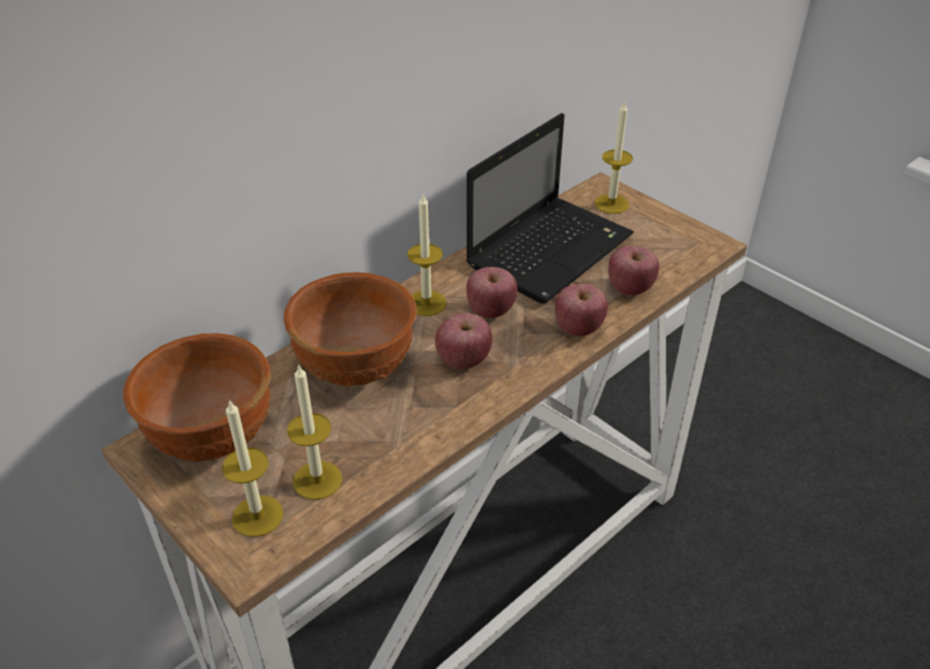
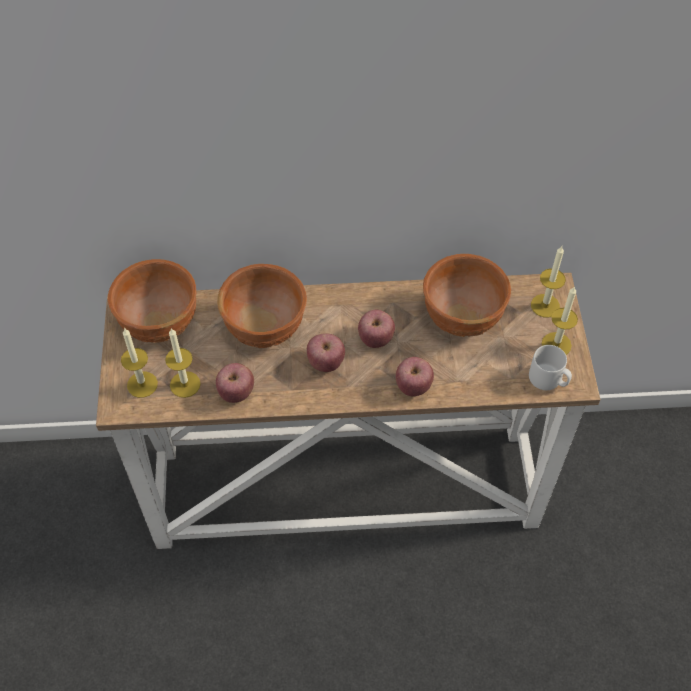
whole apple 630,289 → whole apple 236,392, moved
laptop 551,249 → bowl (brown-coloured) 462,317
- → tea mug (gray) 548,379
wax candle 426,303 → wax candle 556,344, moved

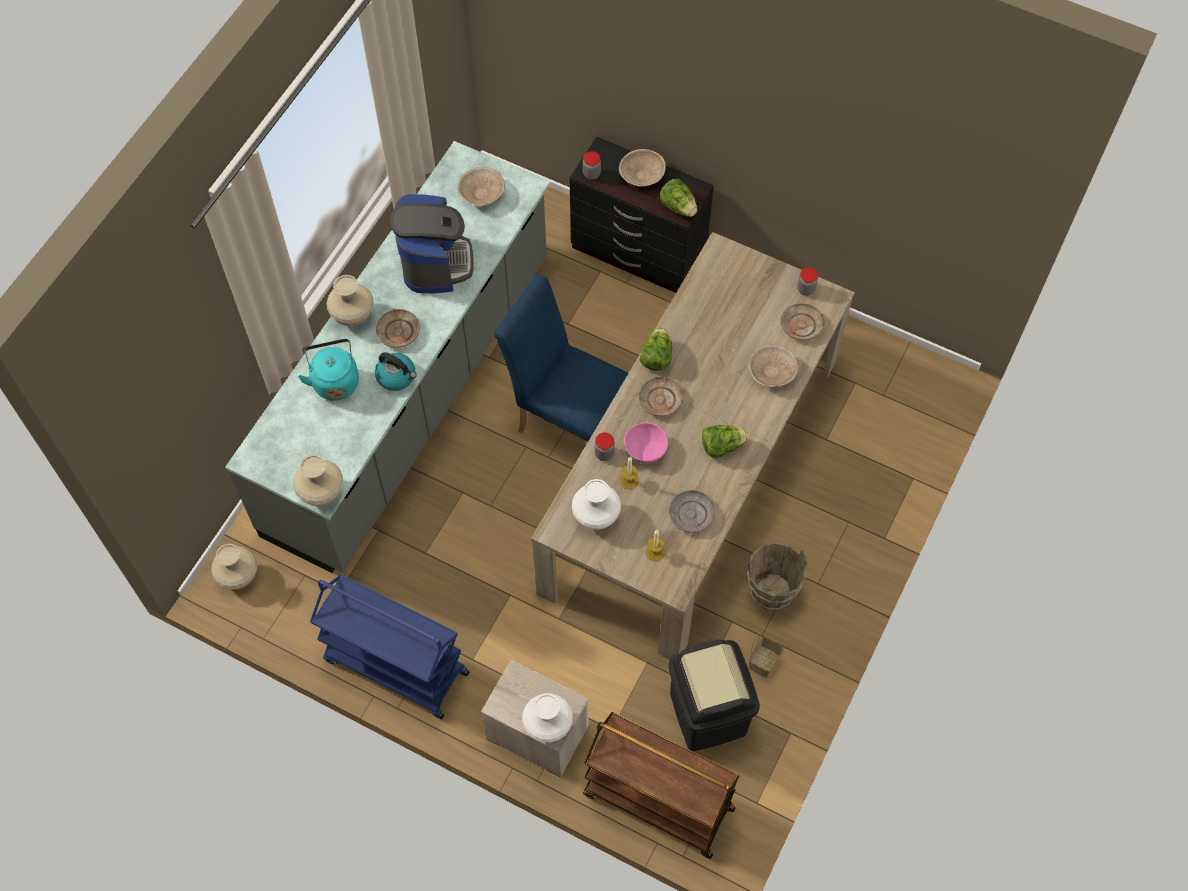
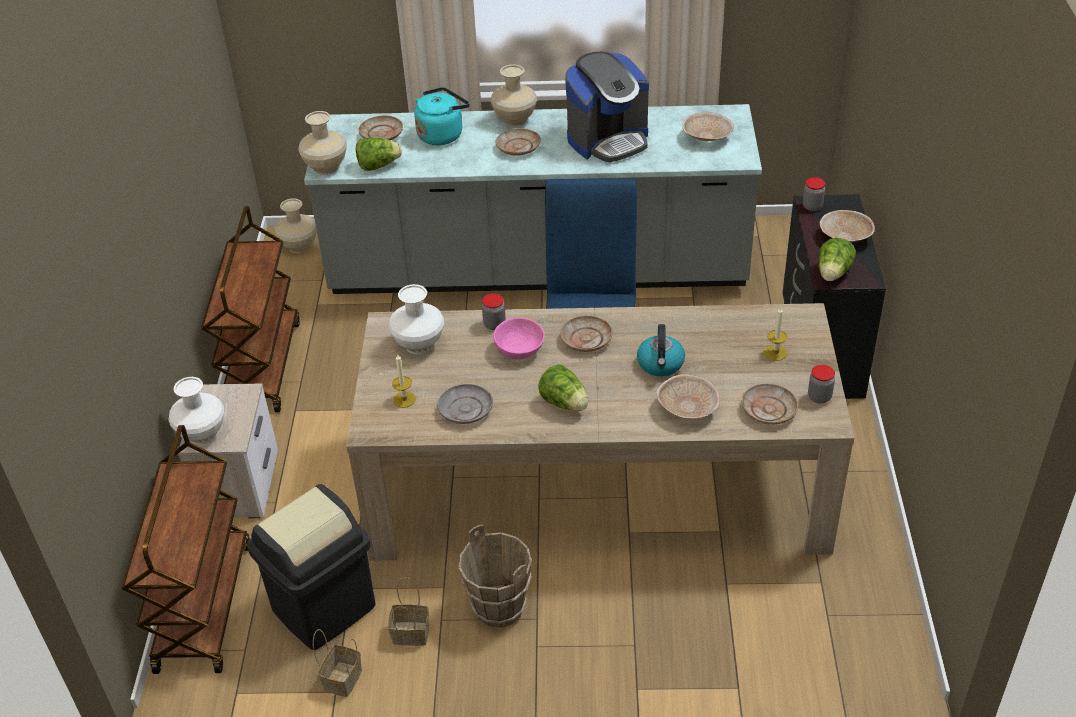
trolley (blue) 395,666 → trolley (brown-coloured) 262,365
- → household basket 342,678
lettuce 656,357 → lettuce 378,166, moved
- → flat dish (beige) 382,135
water kettle 397,376 → water kettle 661,364, moved
wax candle 629,480 → wax candle 775,353, moved

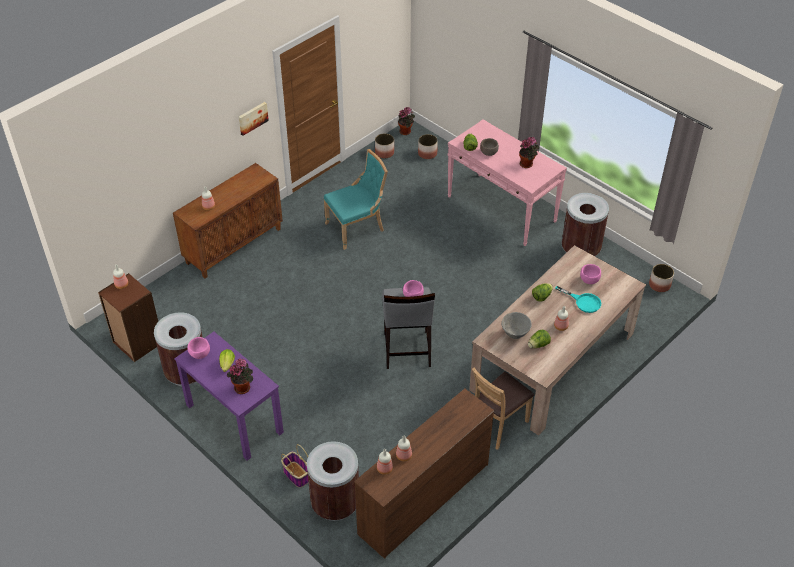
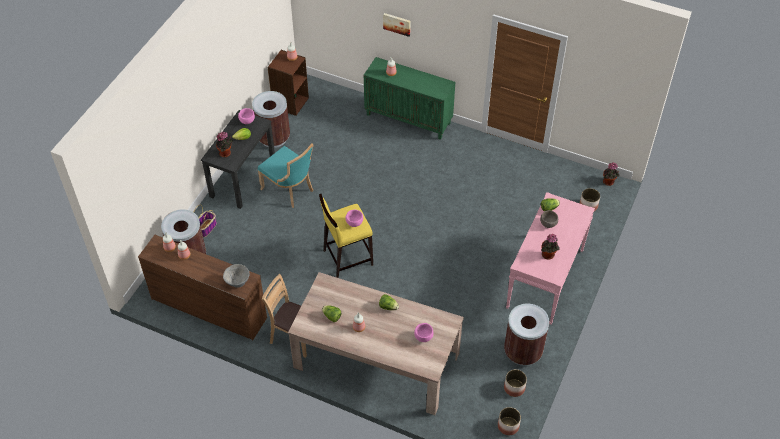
desk (purplish) 234,418 → desk (black-coloured) 243,177
bowl (gray) 515,334 → bowl (gray) 237,283, moved
plain chair (turquoise-coloured) 357,228 → plain chair (turquoise-coloured) 290,190, moved
stool seat (gray) 406,350 → stool seat (yellowish) 347,257
cupboard (brown-coloured) 234,245 → cupboard (green) 409,119
wall picture 252,118 → wall picture 397,24, moved
planter 384,153 → planter 514,388, moved
skillet (turquoise-coloured) 583,302 → -

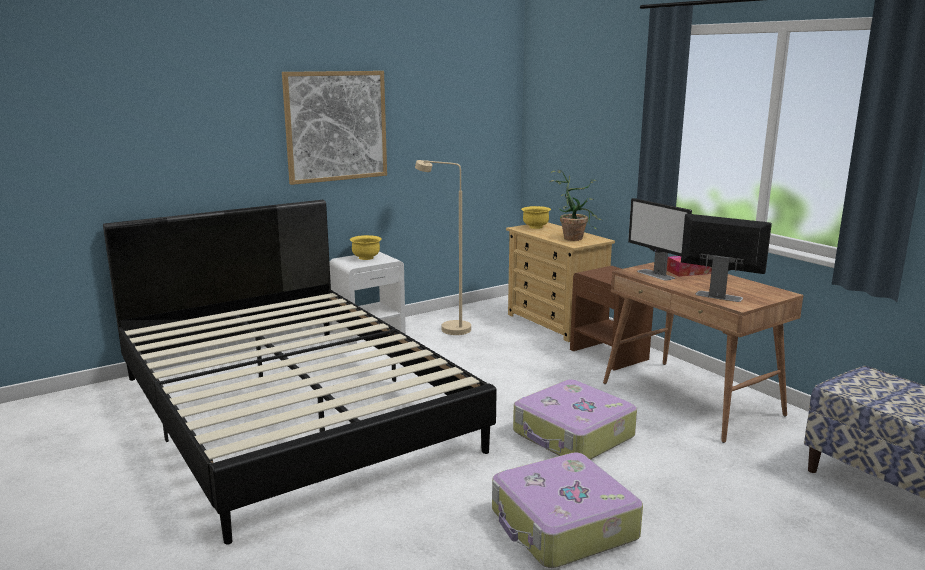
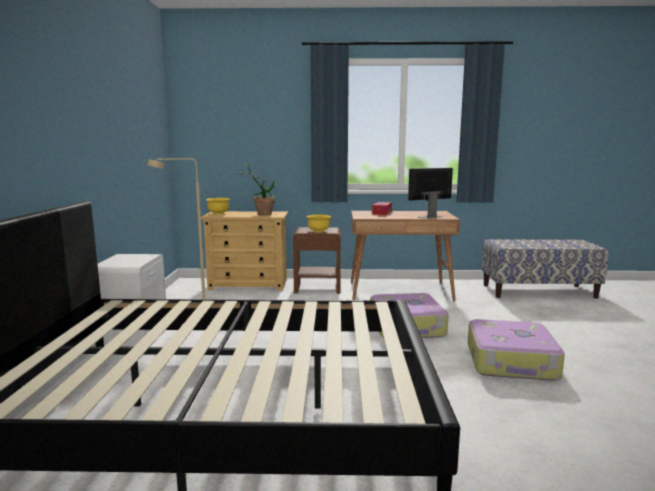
bowl (yellowish) 366,258 → bowl (yellowish) 319,231, moved
wall picture 336,126 → -
computer screen 656,275 → -

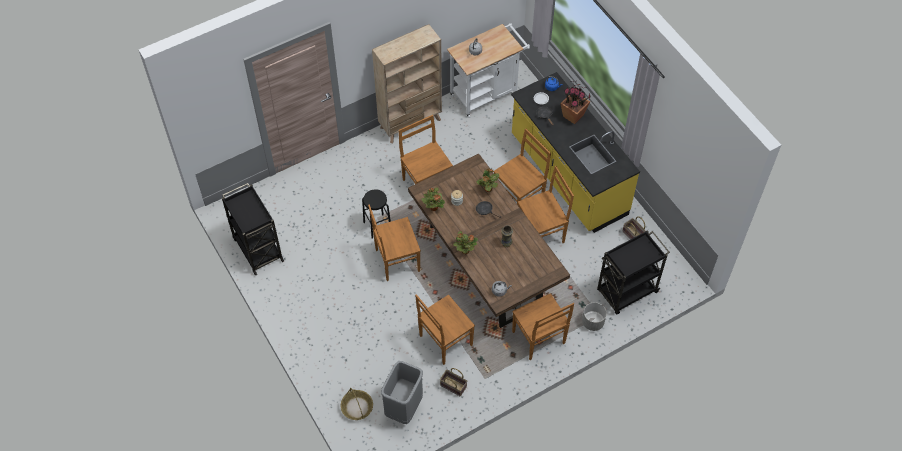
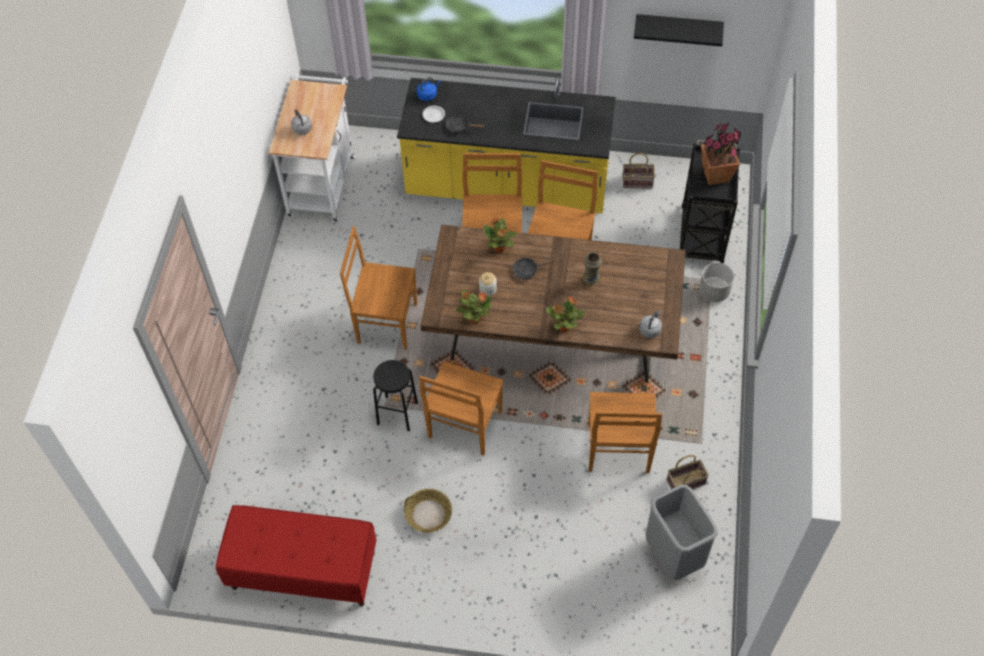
trolley (black-coloured) 257,249 → bench (reddish) 303,570
household basket 357,407 → household basket 428,514, moved
- → bracket shelf (black-coloured) 678,29
potted plant 573,116 → potted plant 716,175, moved
bookcase (beige) 411,123 → -
plain chair (brown-coloured) 539,339 → -

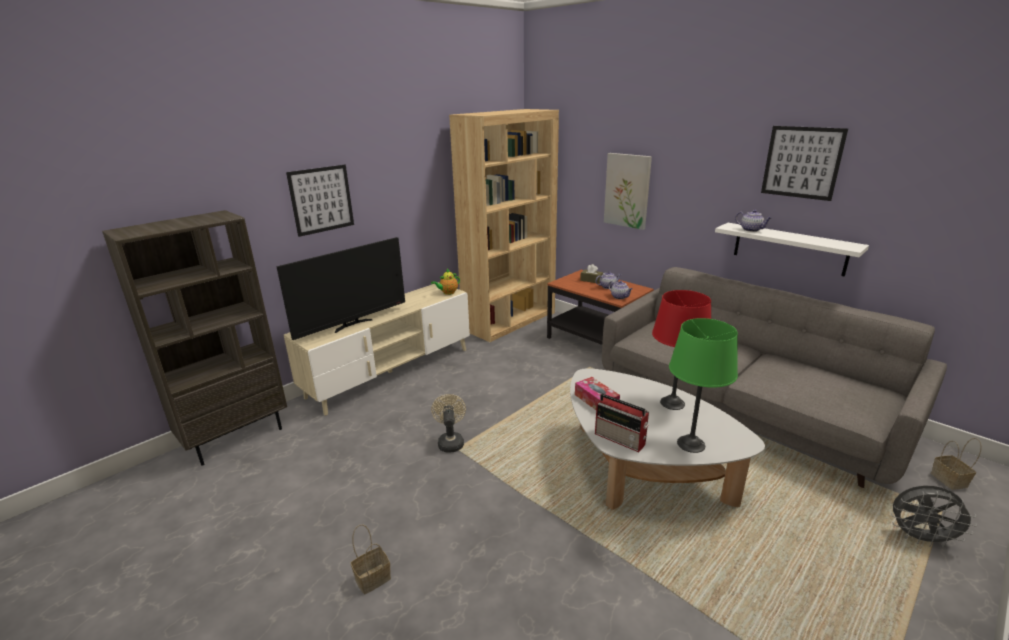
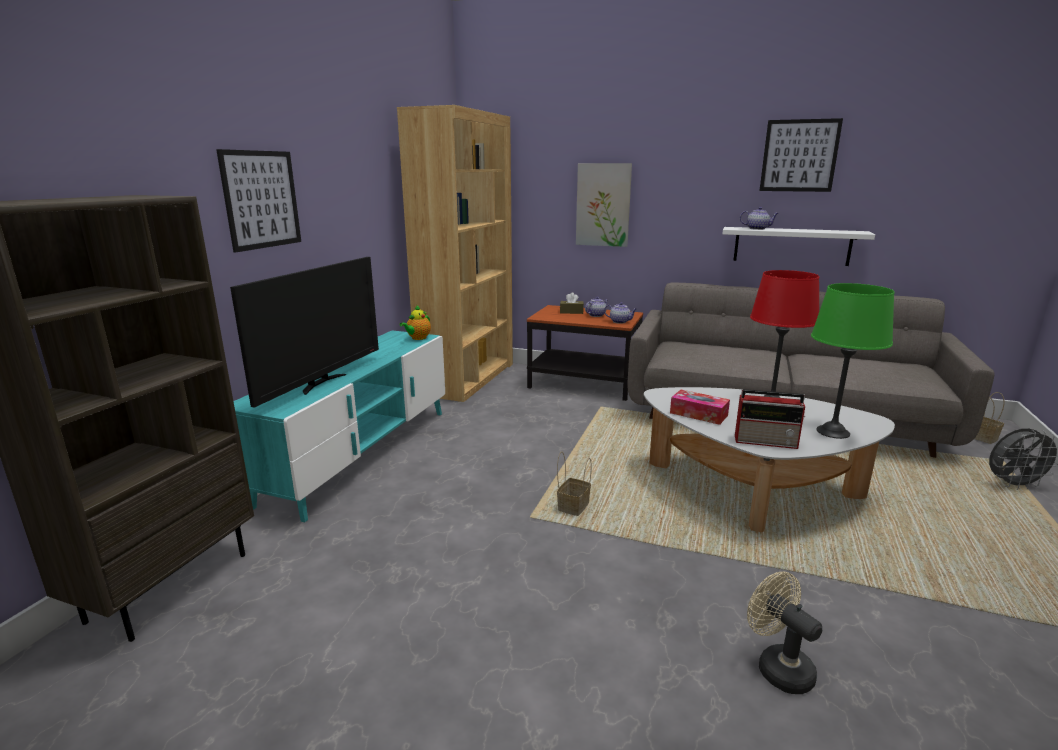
tv stand (beige) 391,372 → tv stand (turquoise-coloured) 360,454
household basket 373,577 → household basket 573,506, moved
cooling fan (beige) 450,441 → cooling fan (beige) 777,666, moved

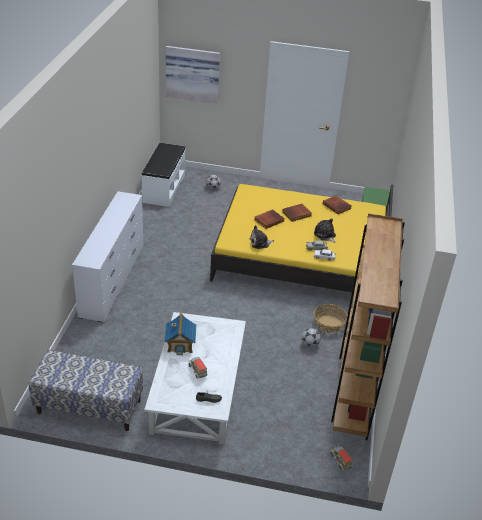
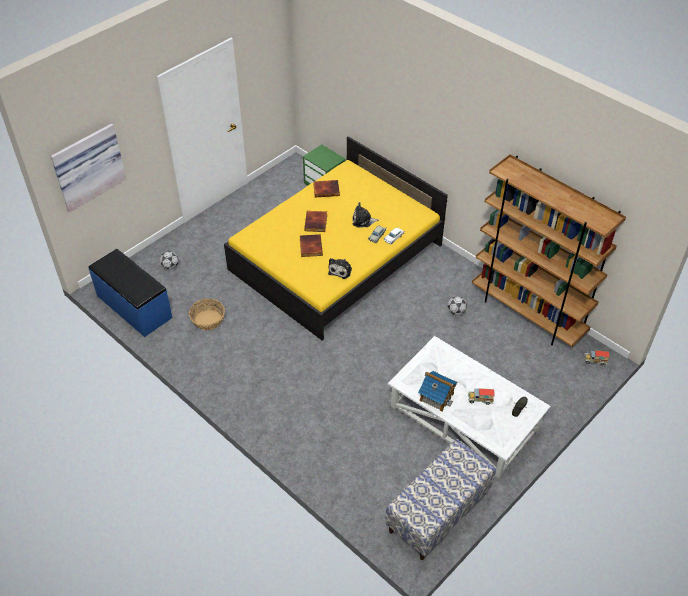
bench (whitish) 163,188 → bench (blue) 133,307
household basket 329,324 → household basket 207,320, moved
drawer chest (whitish) 113,279 → -

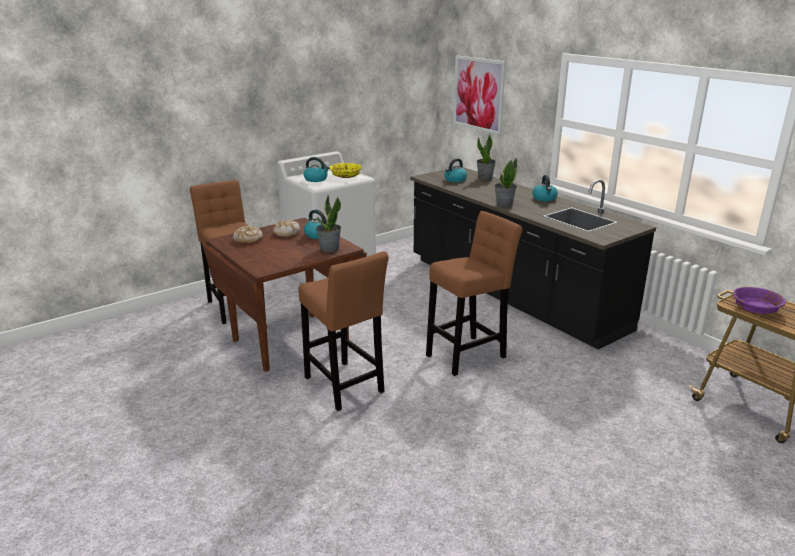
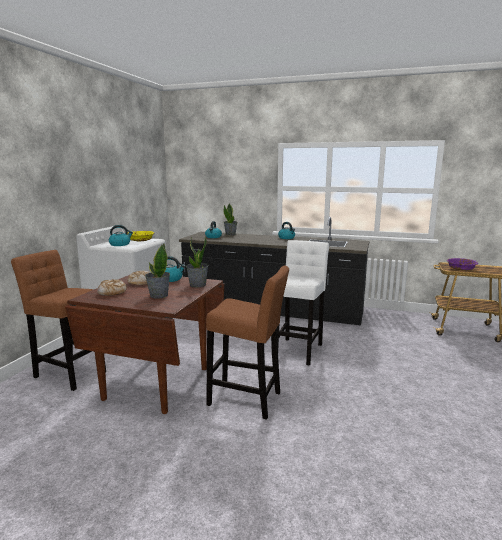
potted plant 504,204 → potted plant 158,295, moved
stool seat (brown-coloured) 469,354 → stool seat (whitish) 299,350
wall picture 478,94 → -

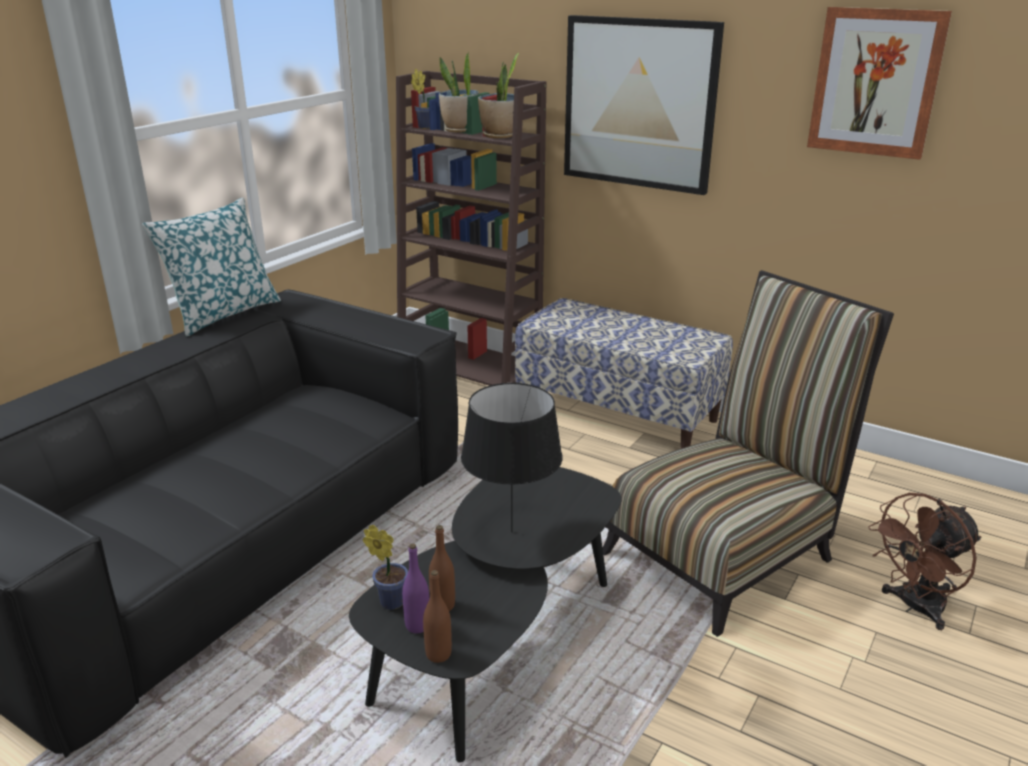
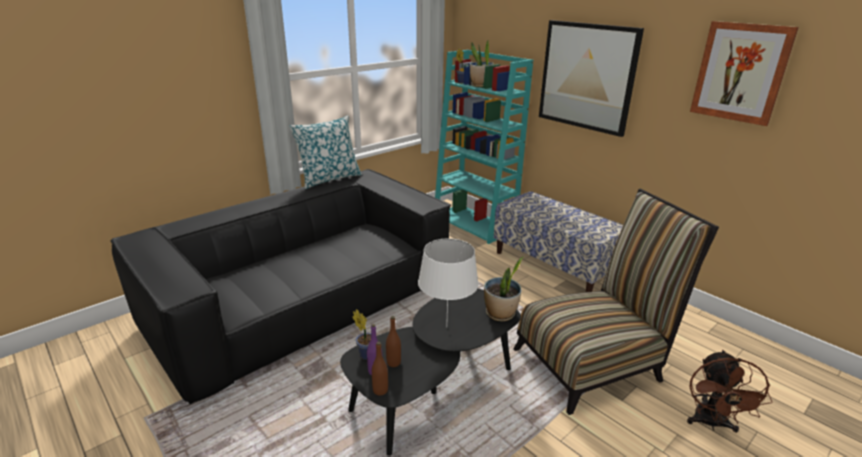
table lamp (black-coloured) 512,531 → table lamp (whitish) 447,327
bookcase (brown-coloured) 471,364 → bookcase (turquoise-coloured) 475,224
potted plant 500,135 → potted plant 500,314, moved
cooling fan (brown-coloured) 914,607 → cooling fan (brown-coloured) 711,424, 60 degrees counterclockwise

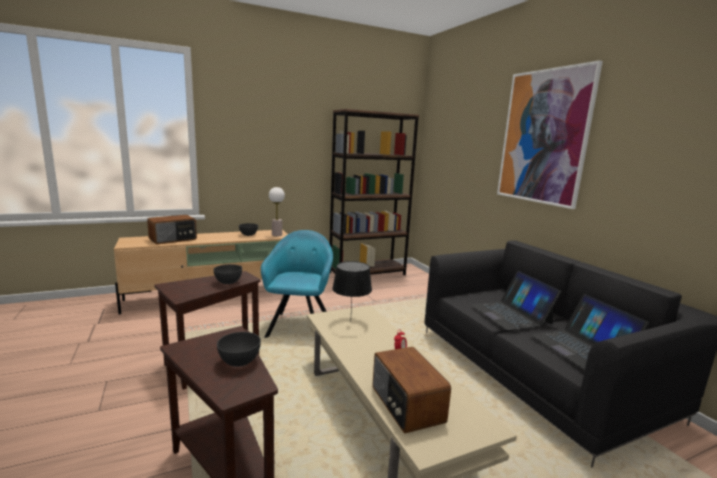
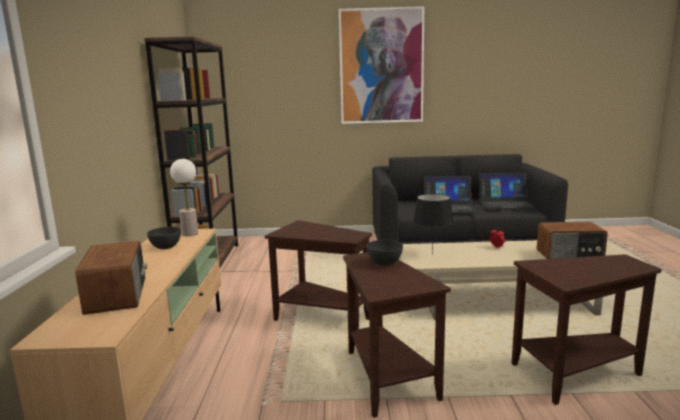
armchair (turquoise-coloured) 299,325 → side table (brown-coloured) 320,316
bowl (gray) 240,362 → -

